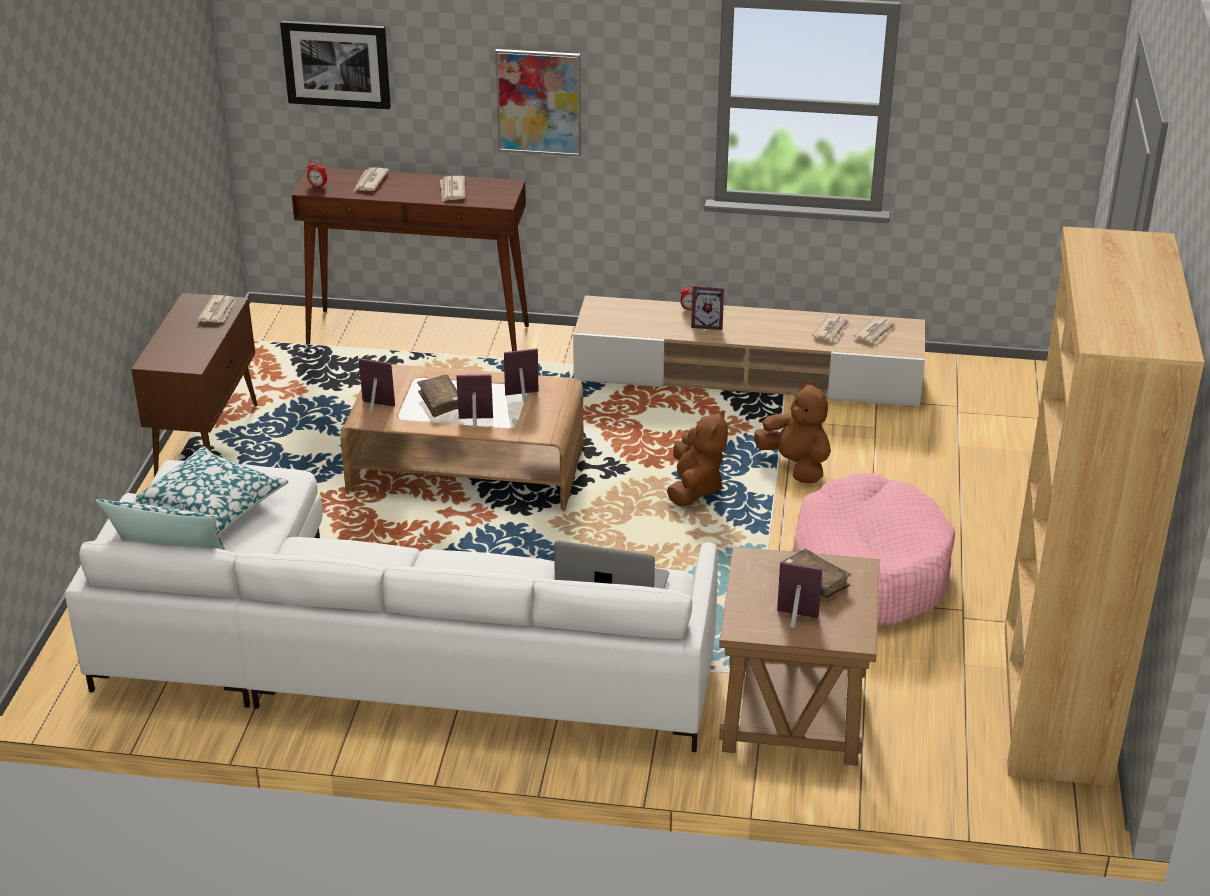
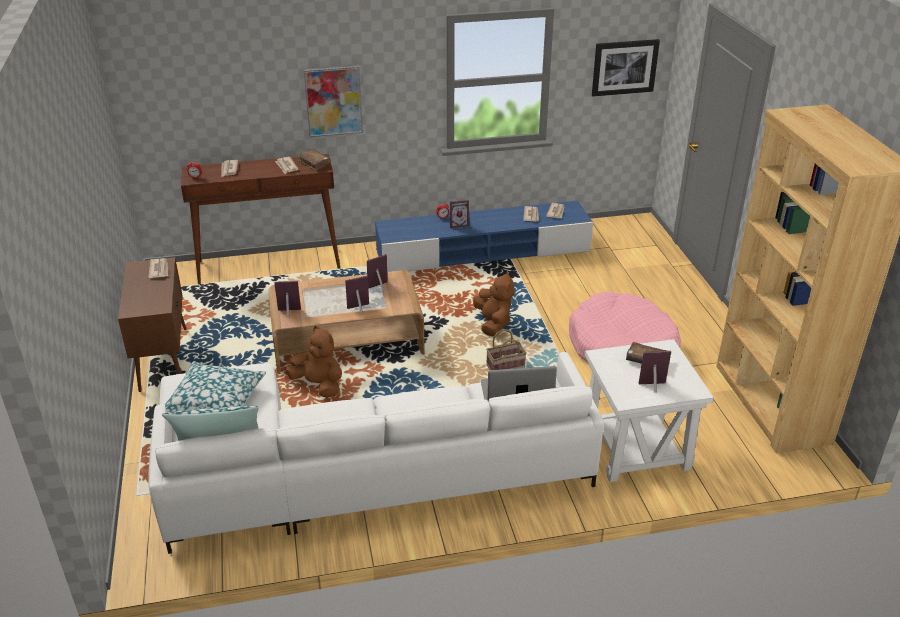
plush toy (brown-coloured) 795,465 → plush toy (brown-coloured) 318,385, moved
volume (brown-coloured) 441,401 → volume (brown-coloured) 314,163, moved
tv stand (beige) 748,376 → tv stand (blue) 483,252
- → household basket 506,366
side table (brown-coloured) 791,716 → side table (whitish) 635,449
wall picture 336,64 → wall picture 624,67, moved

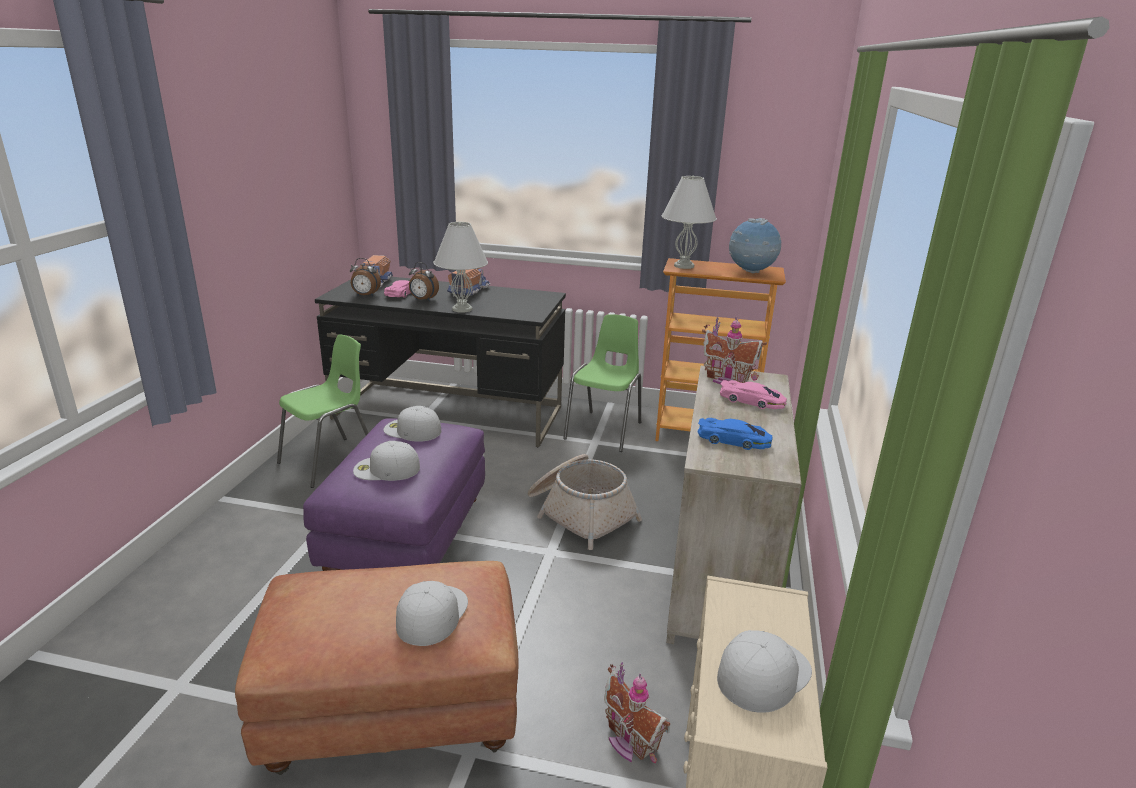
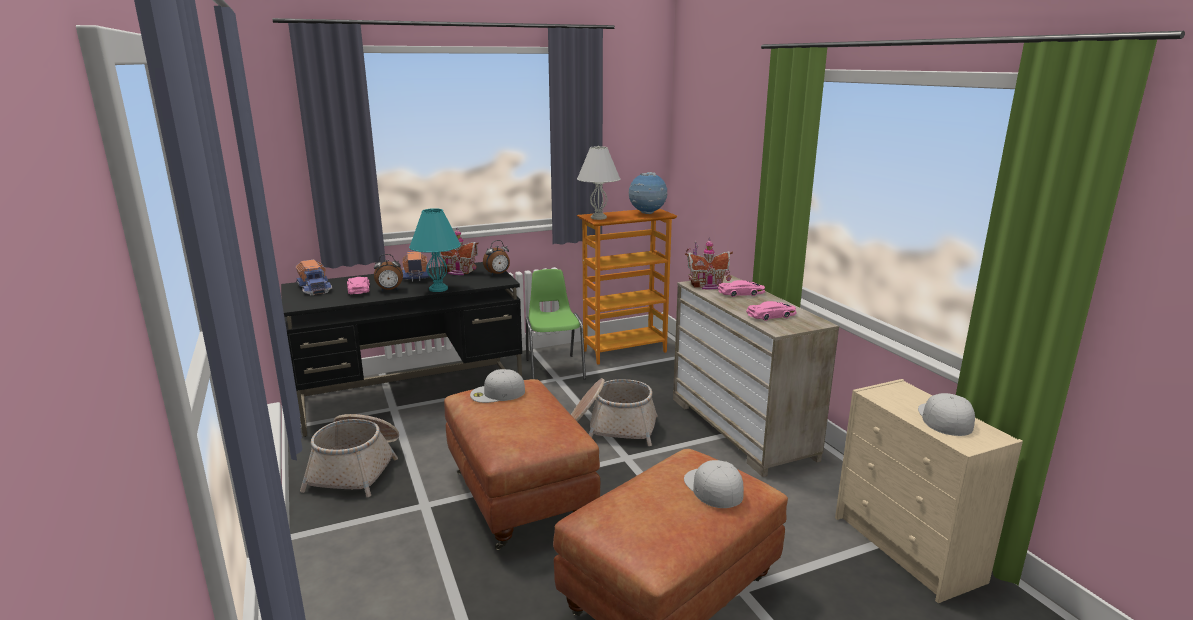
plain chair (green) 330,461 → household basket 357,468
table lamp (whitish) 462,309 → table lamp (turquoise-coloured) 439,289
toy house 629,741 → toy house 458,272, moved
pouffe (purplish) 408,546 → pouffe (brown-coloured) 520,498
table clock 365,295 → table clock 498,274, moved
model car (blue) 733,440 → model car (pink) 771,315
baseball cap (whitish) 386,469 → -

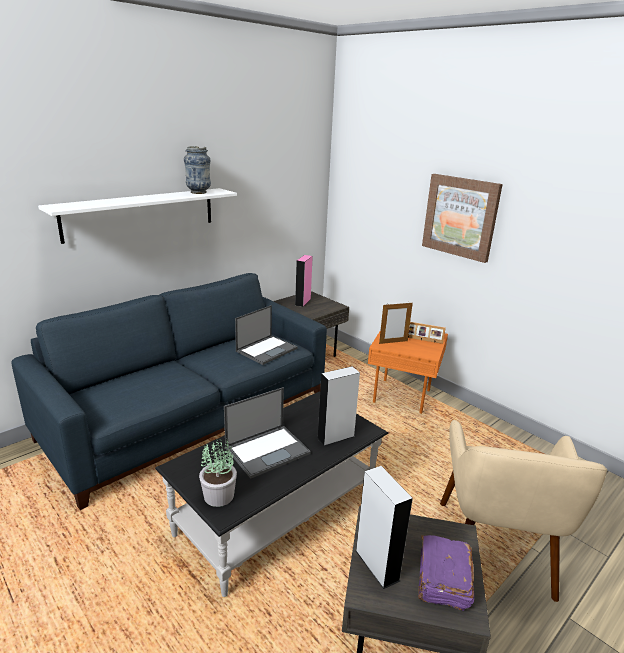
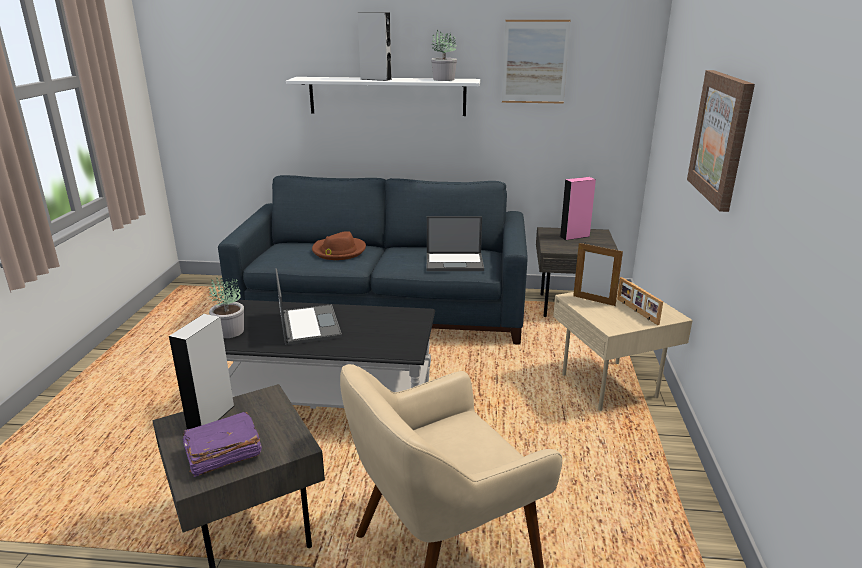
laptop 268,450 → laptop 309,324, 120 degrees counterclockwise
- → clothing hat (brown-coloured) 338,251
speaker (gray) 336,437 → speaker (gray) 376,79, moved
vase 198,192 → potted plant 443,79
- → wall picture 535,62
side table (orangey) 403,396 → side table (beige) 612,386

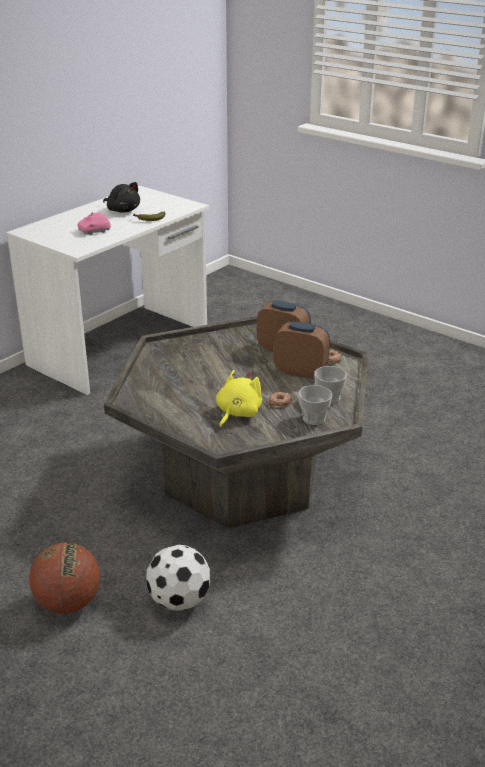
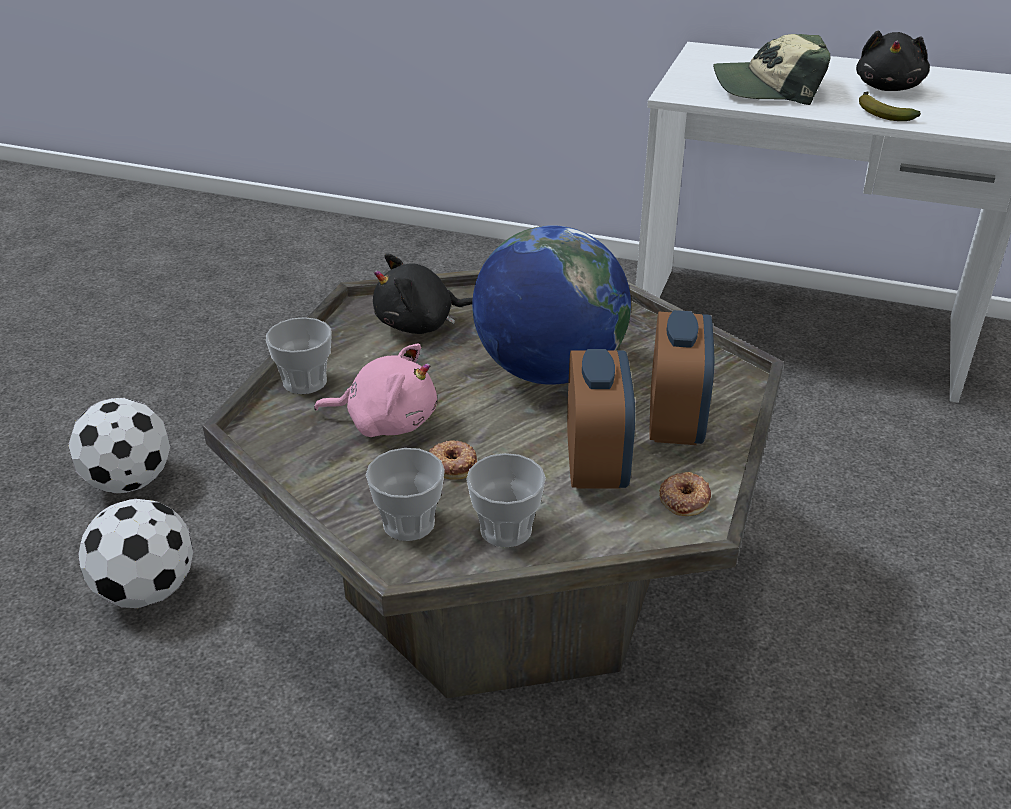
basketball ball 68,603 → football 128,481
- → cup 305,382
plush toy (yellowish) 237,413 → plush toy (pink) 386,421
- → plush toy (black-coloured) 420,324
- → globe 548,371
model car (pink) 94,231 → baseball cap 768,88

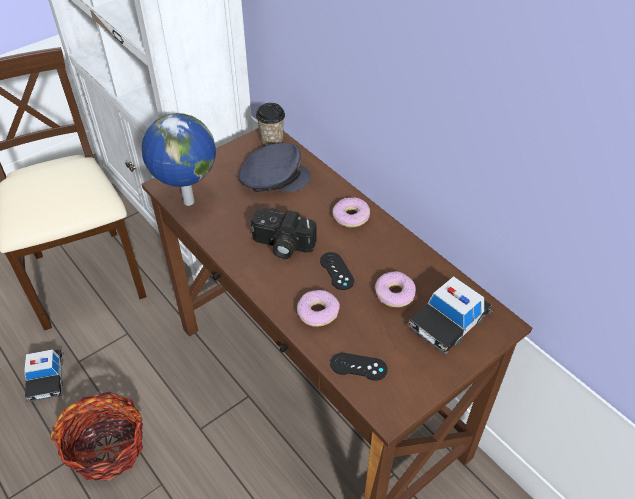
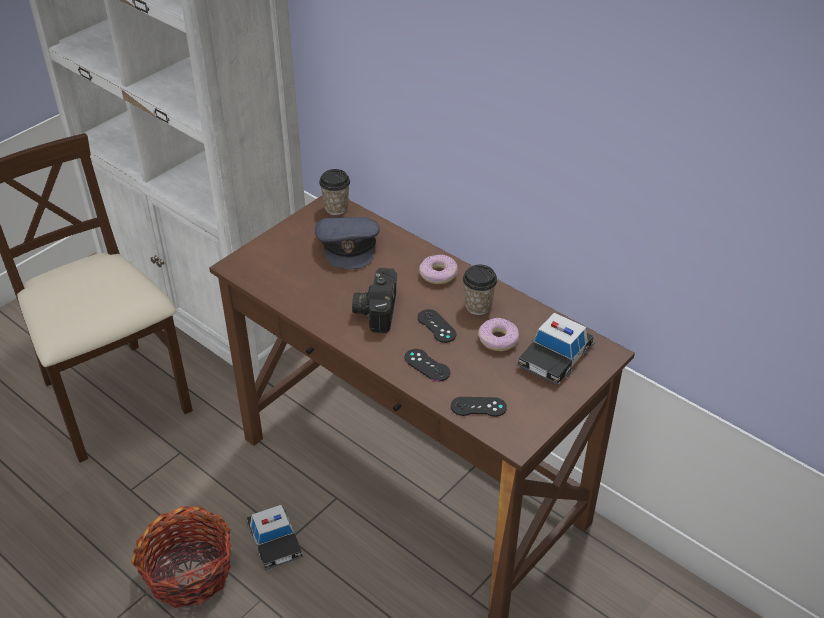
model car 46,378 → model car 275,541, moved
baseball cap (gray) 273,177 → baseball cap (gray) 348,245, 90 degrees clockwise
still camera 281,245 → still camera 375,309, 90 degrees clockwise
ring doughnut 317,312 → game controller (black-coloured) 427,365
- → cup 478,306
globe 187,202 → -

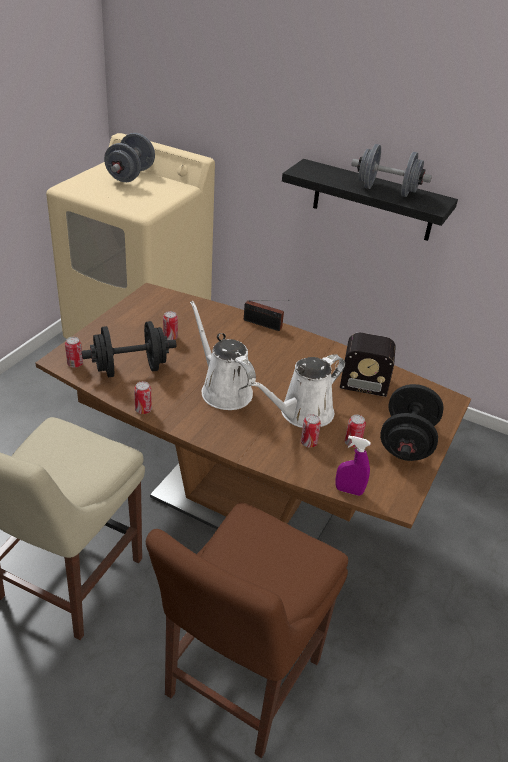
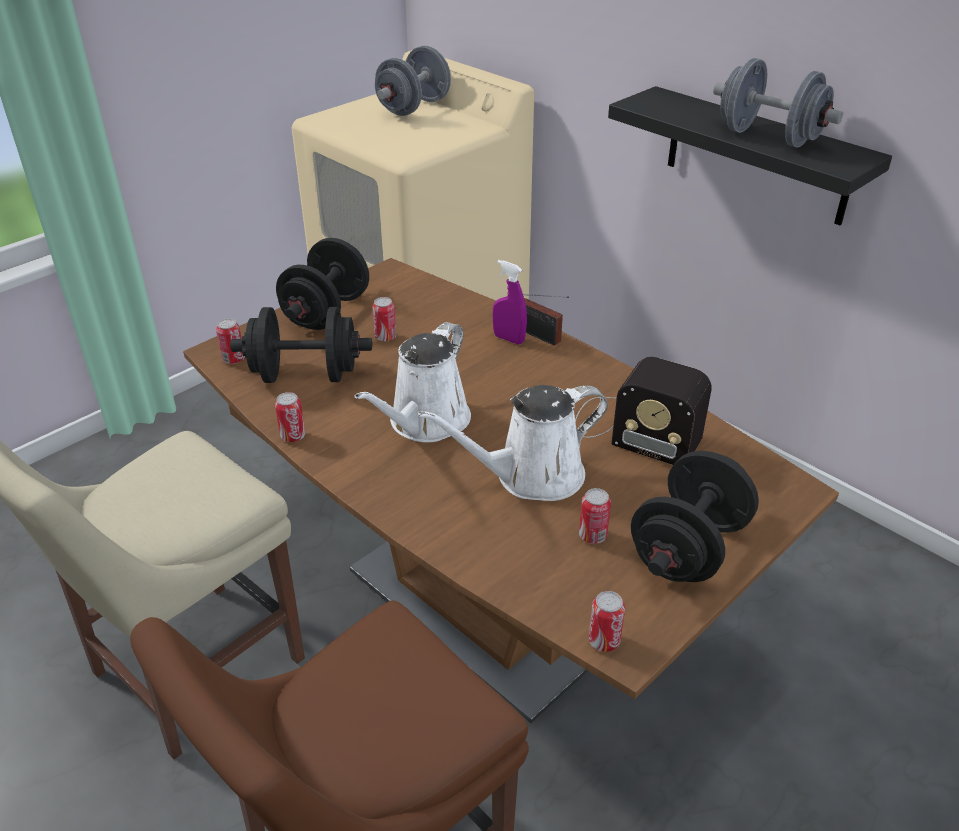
- → hand weight (black-coloured) 326,312
watering pot (whitish) 223,390 → watering pot (whitish) 425,423, 135 degrees counterclockwise
spray bottle (purplish) 349,491 → spray bottle (purplish) 509,339, moved
metal can 308,443 → metal can 604,641, moved

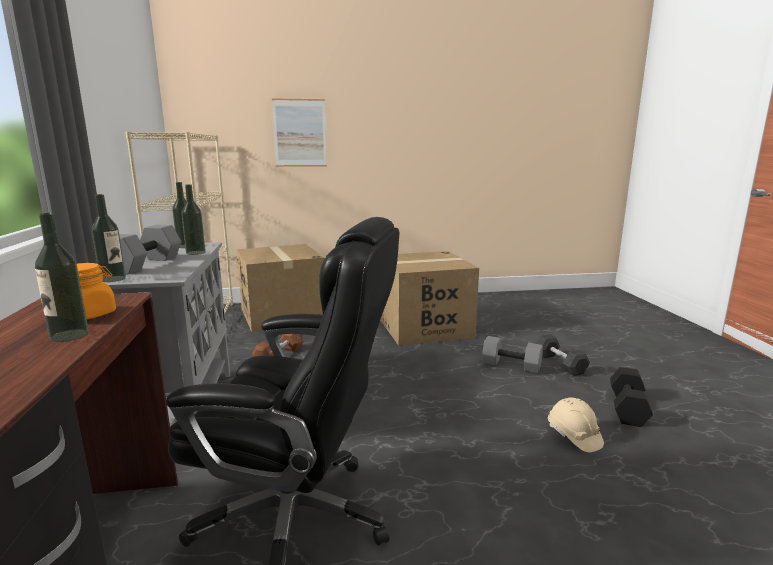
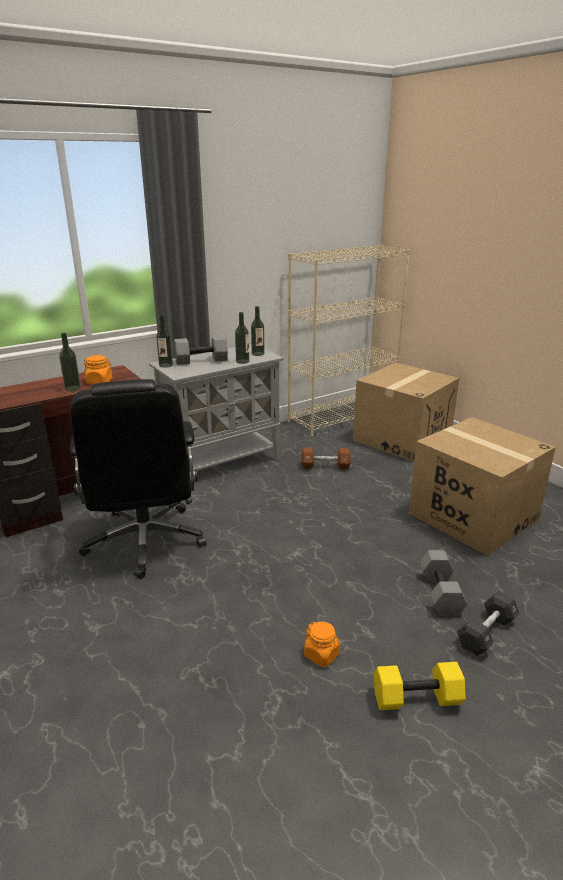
hard hat (beige) 573,436 → storage jar (orangey) 321,655
hand weight (black-coloured) 629,409 → hand weight (yellowish) 416,700
wall picture 300,133 → -

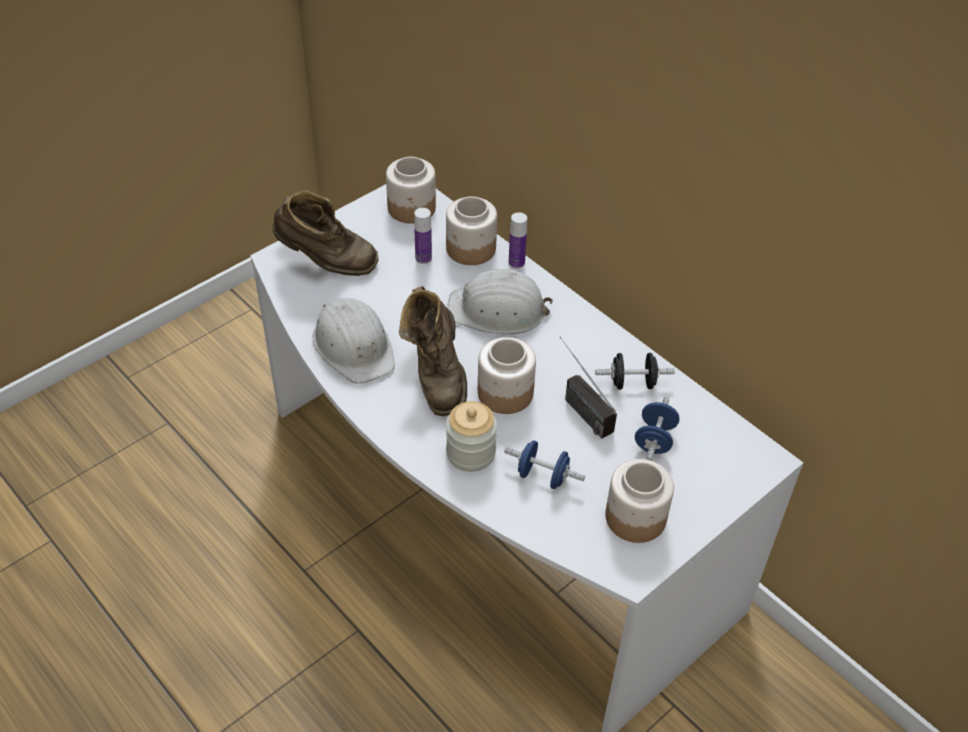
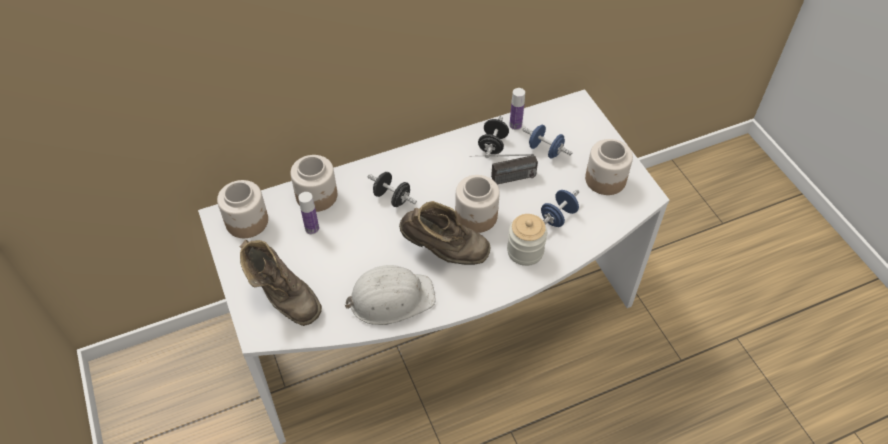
high-top boot (brown-coloured) 326,262 → high-top boot (brown-coloured) 283,296, 105 degrees clockwise
hard hat (whitish) 498,310 → hand weight (black-coloured) 392,198
drink bottle 516,263 → drink bottle 515,125, moved

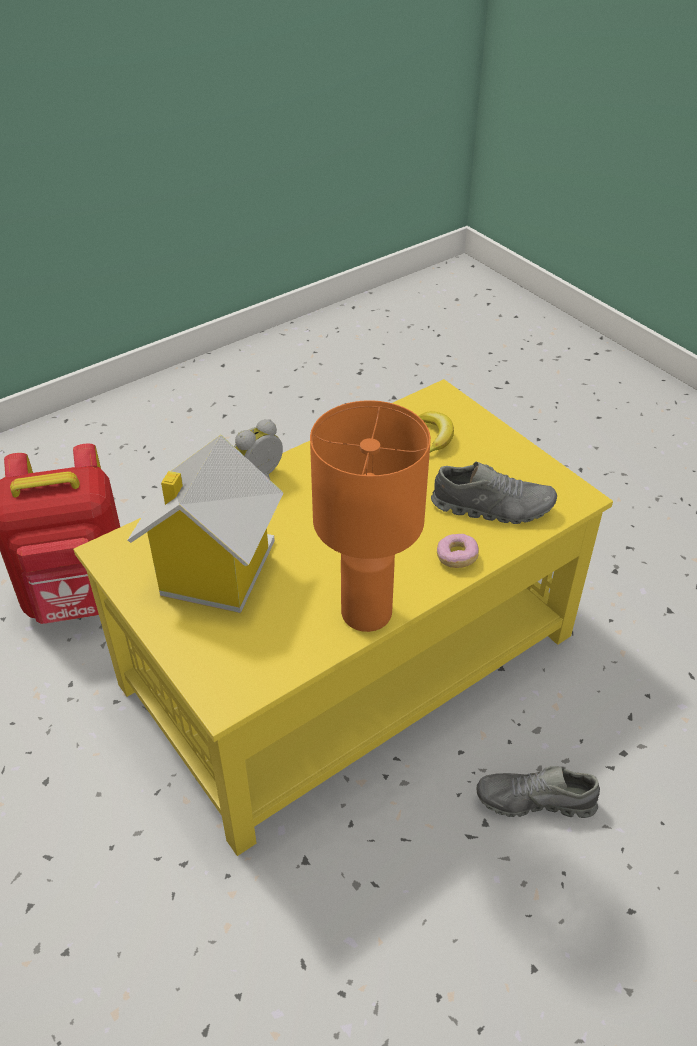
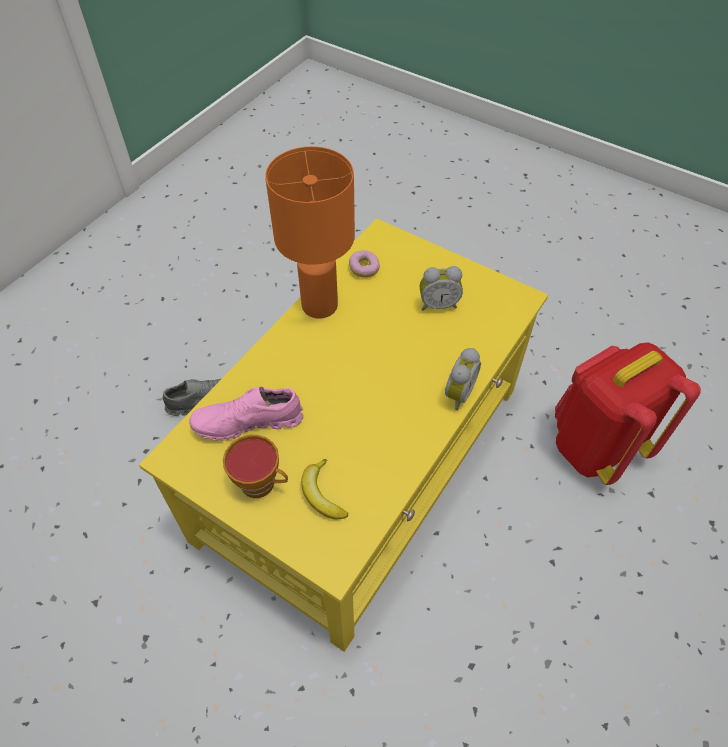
low shoe (gray) 492,507 → low shoe (pink) 248,422
- → cup 262,483
ring doughnut 456,557 → ring doughnut 364,269, moved
toy house 215,572 → table clock 438,304

